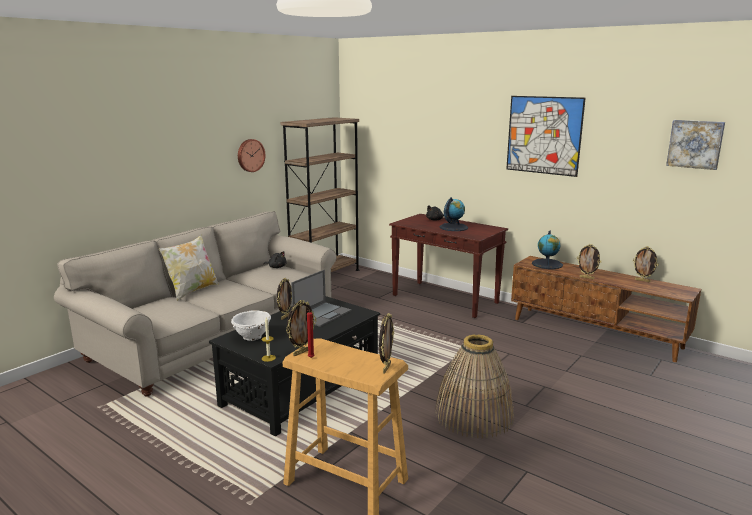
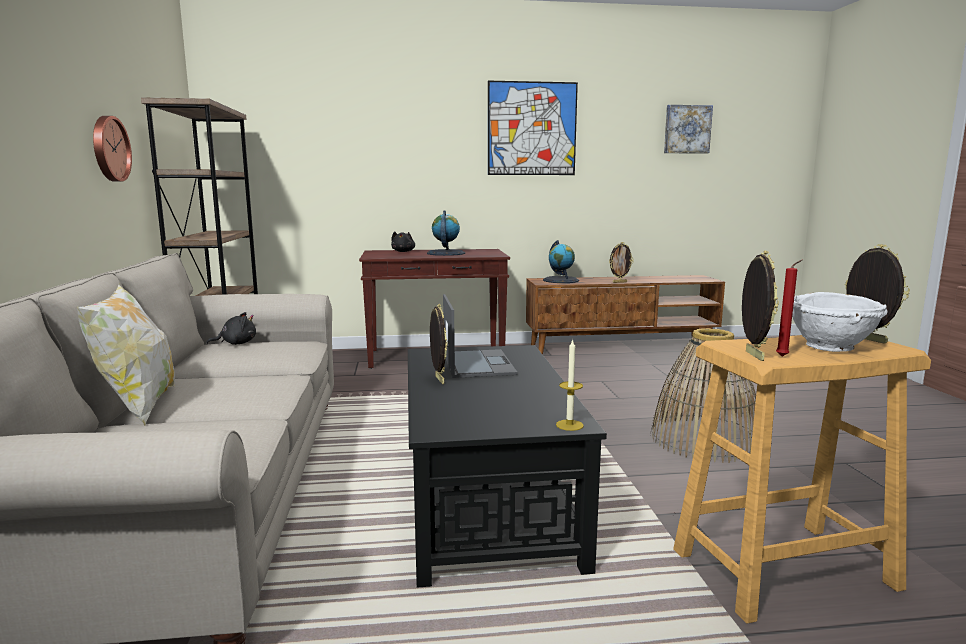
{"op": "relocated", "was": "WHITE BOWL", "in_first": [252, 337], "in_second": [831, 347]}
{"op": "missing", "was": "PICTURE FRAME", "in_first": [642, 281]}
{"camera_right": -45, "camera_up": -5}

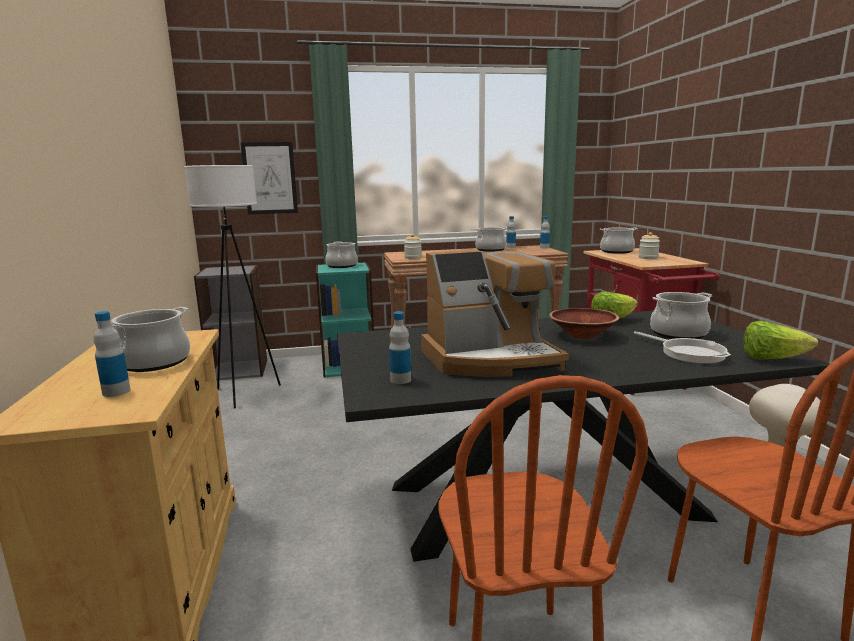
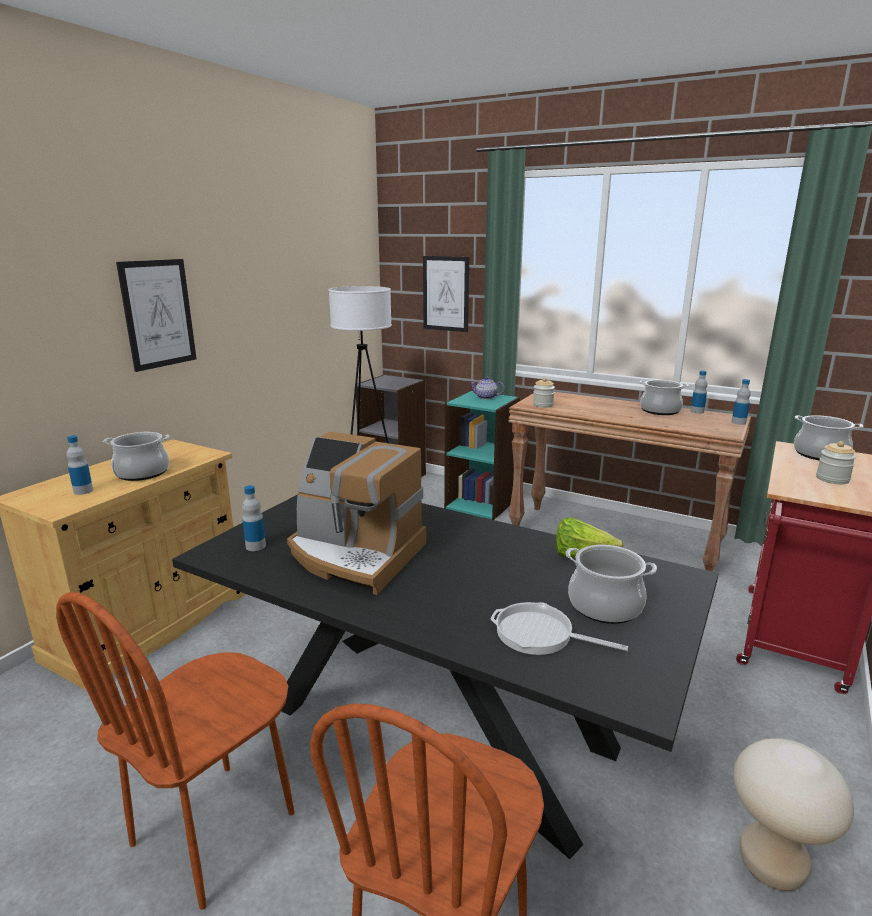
{"op": "appeared", "now": "PICTURE", "in_second": [158, 314]}
{"op": "exchanged", "was": "COOKING POT", "now": "TEAPOT", "in_first": [342, 266], "in_second": [486, 397]}
{"op": "spun", "was": "FRYING PAN", "in_first": [688, 353], "in_second": [539, 635], "clockwise": 105}
{"op": "missing", "was": "BROWN BOWL", "in_first": [582, 335]}
{"op": "missing", "was": "LETTUCE", "in_first": [772, 359]}
{"camera_right": 40, "camera_up": 5}

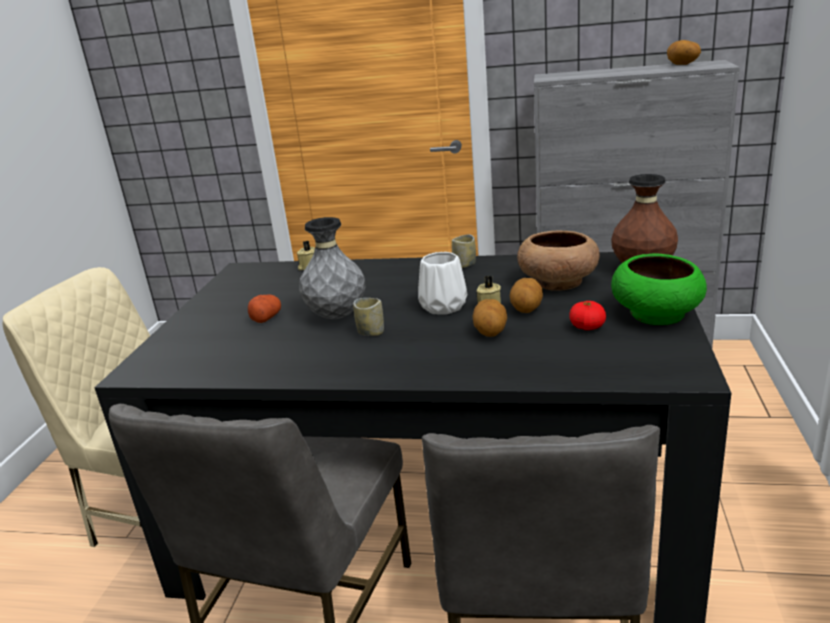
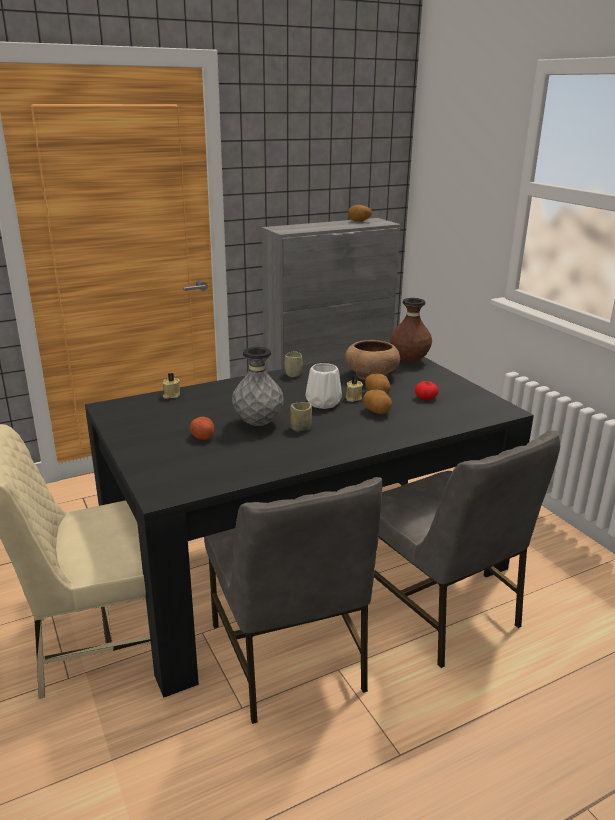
{"op": "missing", "was": "GREEN BOWL", "in_first": [657, 314]}
{"camera_right": -40, "camera_up": 0}

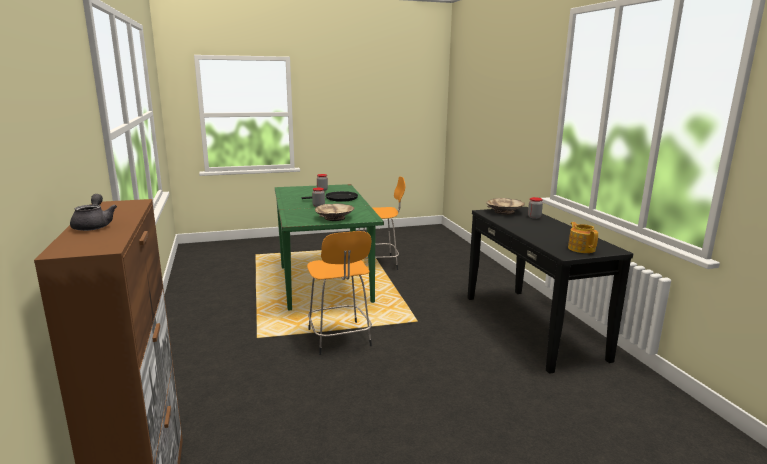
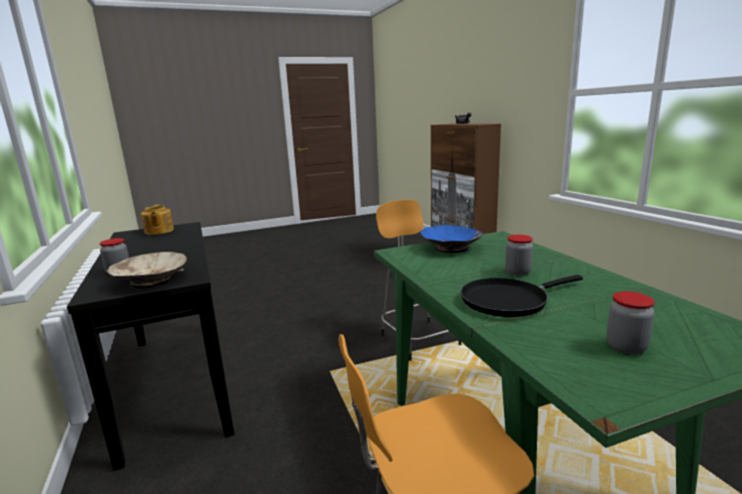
{"op": "colour", "was": "BEIGE BOWL", "now": "BLUE BOWL", "in_first": [334, 218], "in_second": [451, 248]}
{"camera_right": 175, "camera_up": 0}

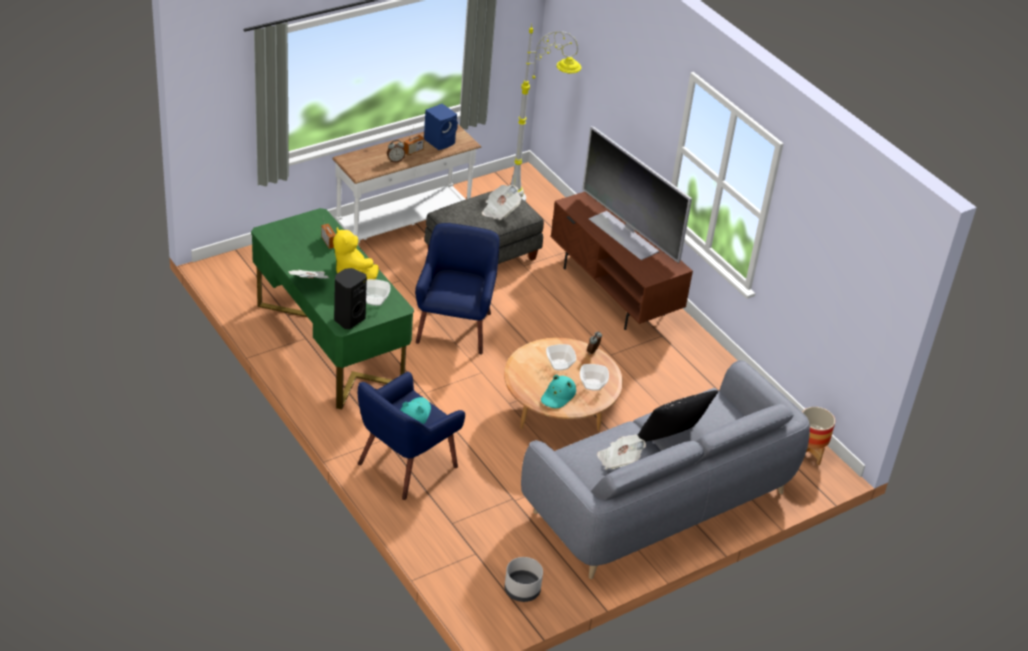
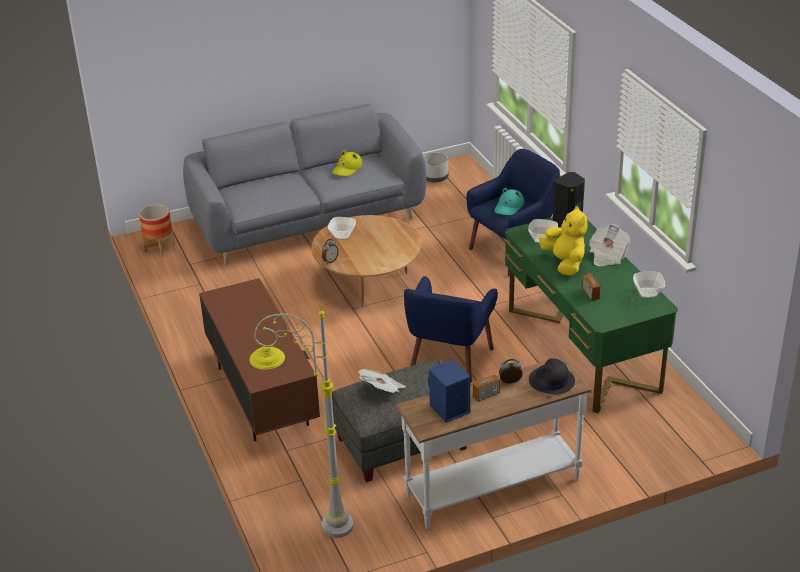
{"op": "exchanged", "was": "NEWSPAPER", "now": "YELLOW HAT", "in_first": [619, 460], "in_second": [347, 168]}
{"op": "appeared", "now": "BLACK HAT", "in_second": [551, 381]}
{"op": "relocated", "was": "BOWL", "in_first": [559, 364], "in_second": [648, 293]}
{"op": "missing", "was": "TURQUOISE HAT", "in_first": [558, 396]}
{"op": "missing", "was": "TELEVISION", "in_first": [624, 234]}
{"op": "missing", "was": "BLACK PILLOW", "in_first": [670, 439]}
{"camera_right": -165, "camera_up": -5}

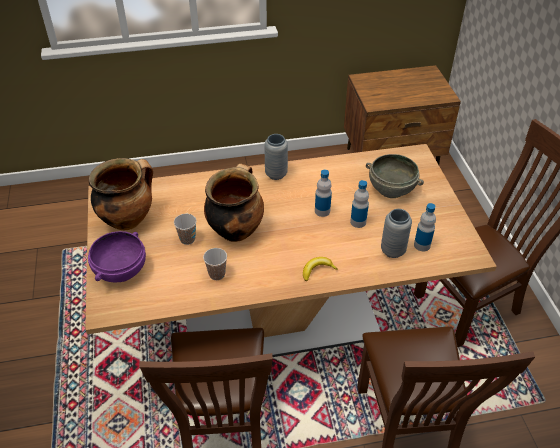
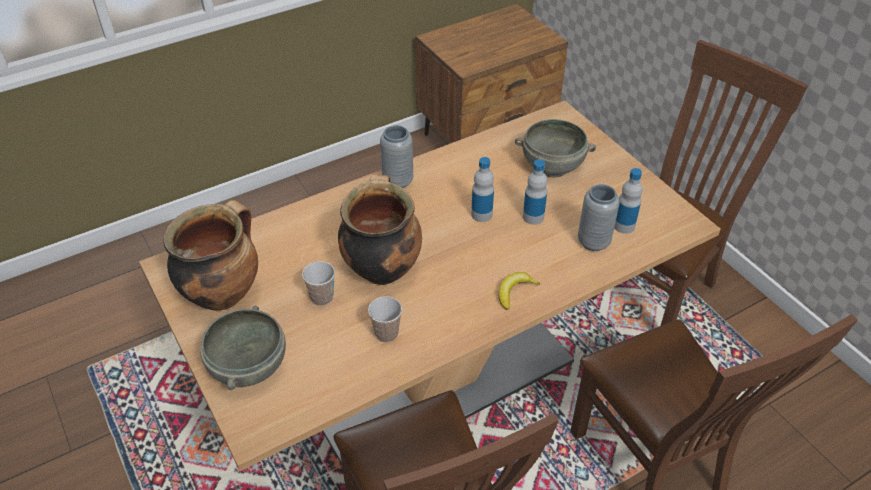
{"op": "colour", "was": "PURPLE BOWL", "now": "GREY BOWL", "in_first": [120, 270], "in_second": [247, 366]}
{"camera_right": -20, "camera_up": 0}

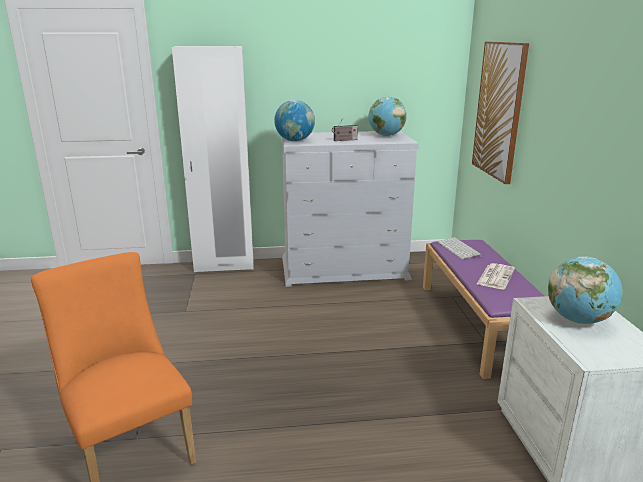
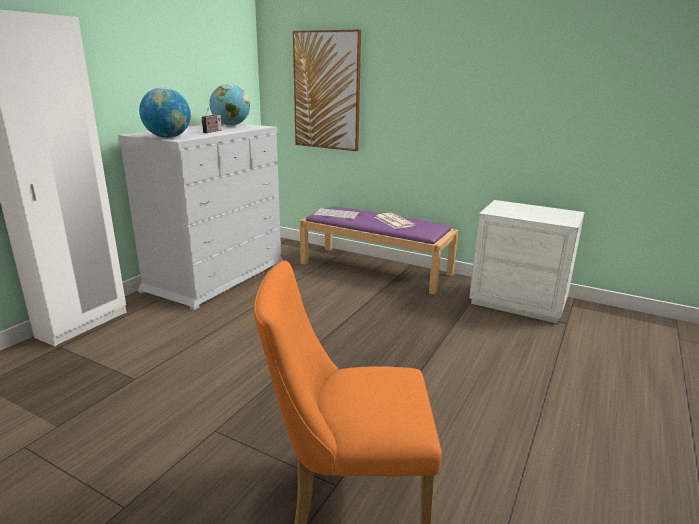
{"op": "missing", "was": "GLOBE", "in_first": [578, 319]}
{"camera_right": -55, "camera_up": 0}

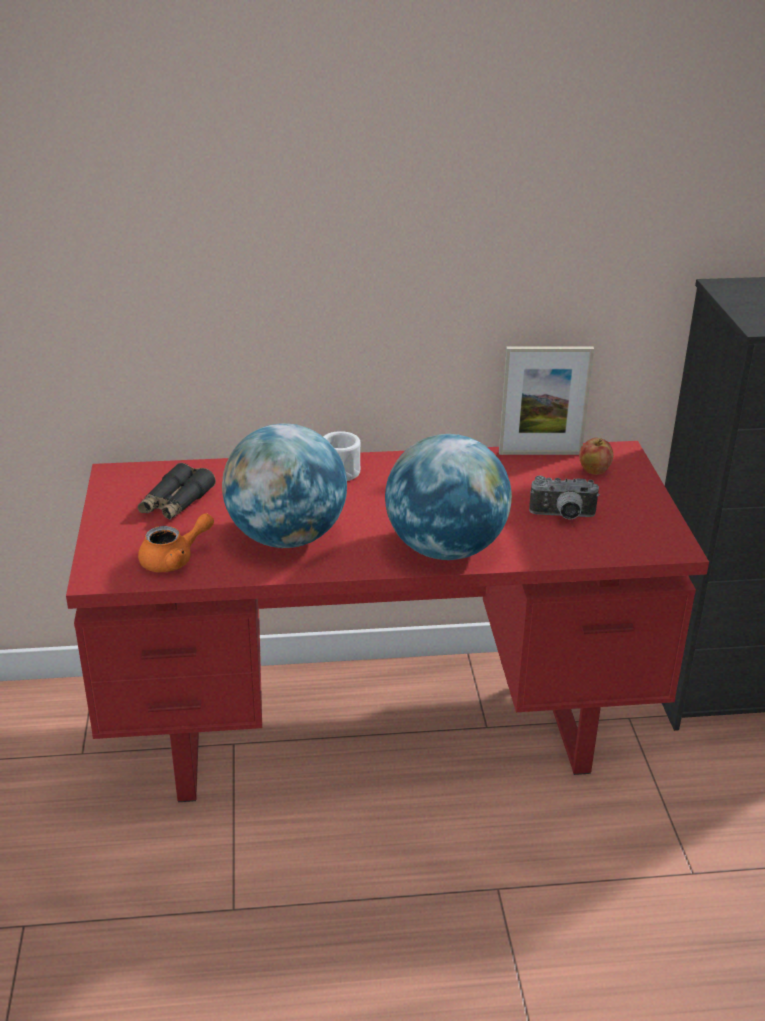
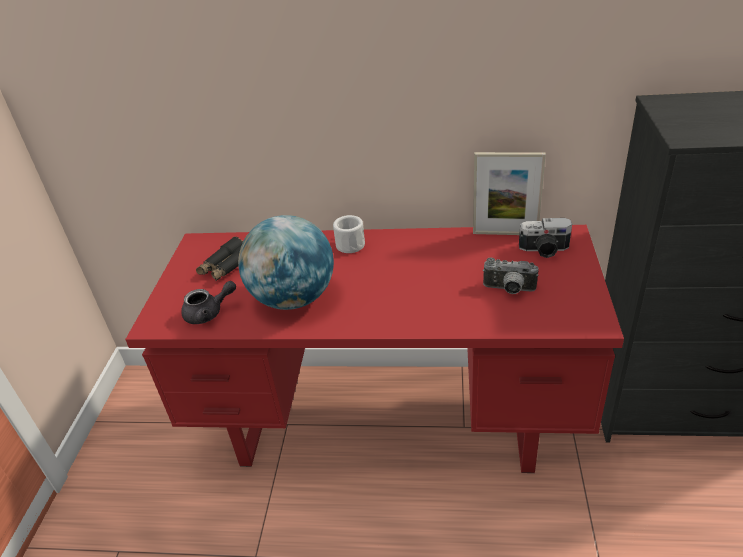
{"op": "colour", "was": "ORANGE TEAPOT", "now": "GREY TEAPOT", "in_first": [174, 559], "in_second": [209, 313]}
{"op": "exchanged", "was": "APPLE", "now": "PHOTO CAMERA", "in_first": [594, 471], "in_second": [544, 250]}
{"op": "missing", "was": "GLOBE", "in_first": [445, 549]}
{"camera_right": 15, "camera_up": 5}

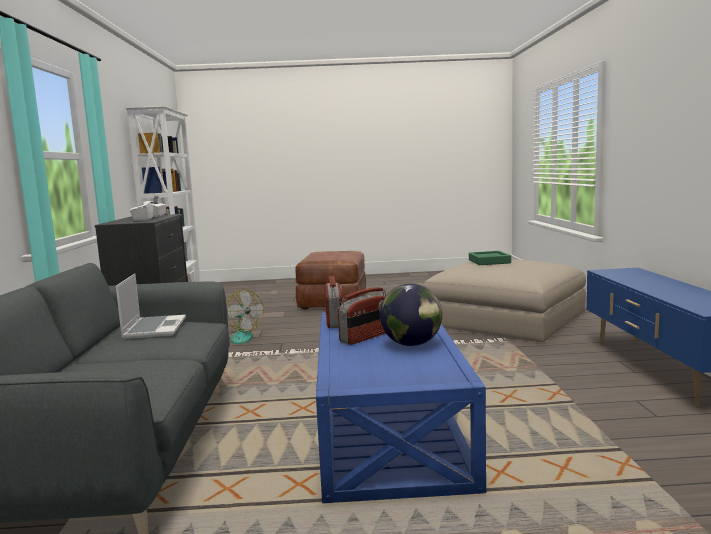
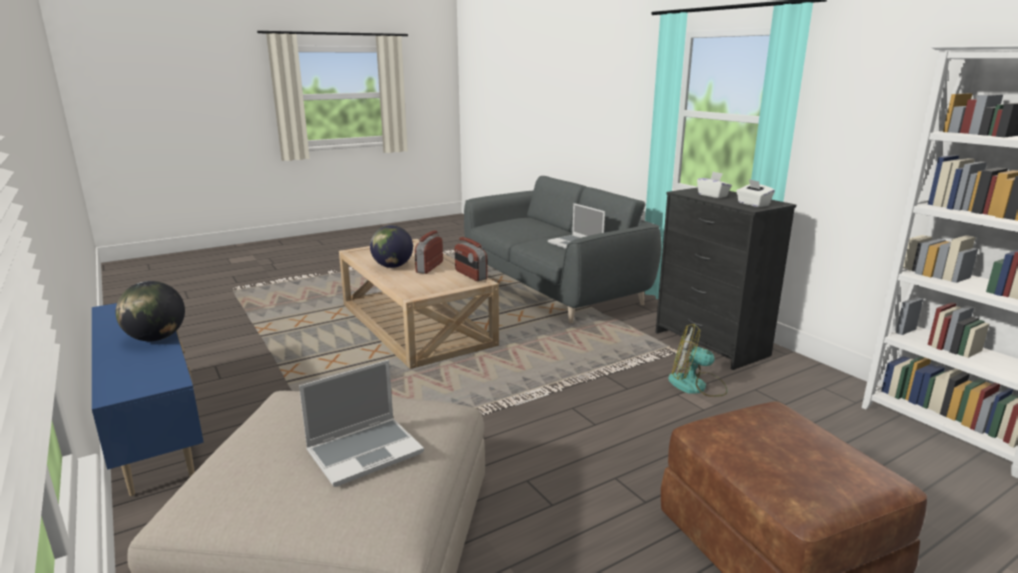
{"op": "appeared", "now": "GLOBE", "in_second": [156, 338]}
{"op": "exchanged", "was": "GREEN TRAY", "now": "LAPTOP", "in_first": [489, 261], "in_second": [366, 451]}
{"op": "colour", "was": "BLUE COFFEE TABLE", "now": "BEIGE COFFEE TABLE", "in_first": [386, 427], "in_second": [416, 324]}
{"camera_right": 150, "camera_up": 10}

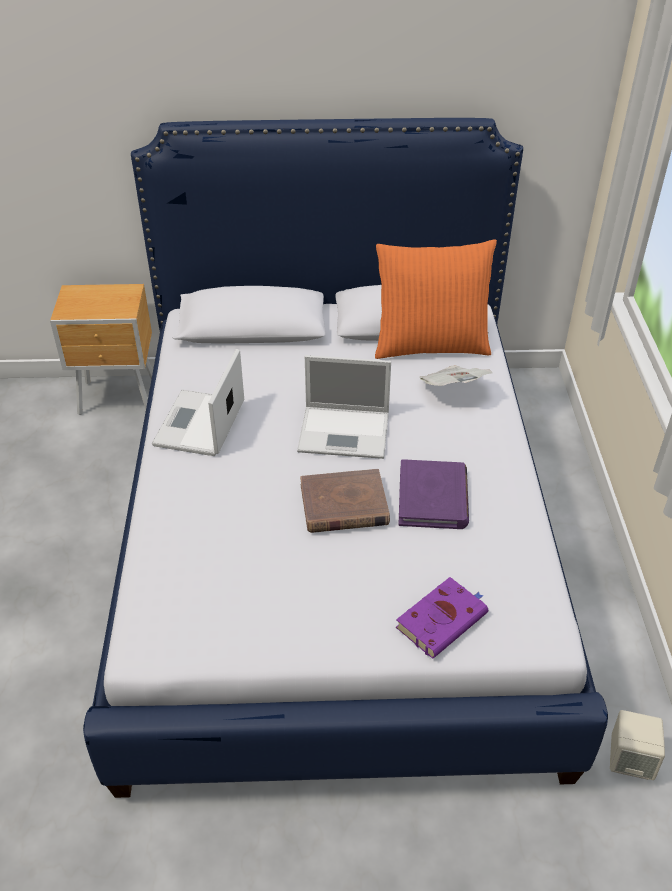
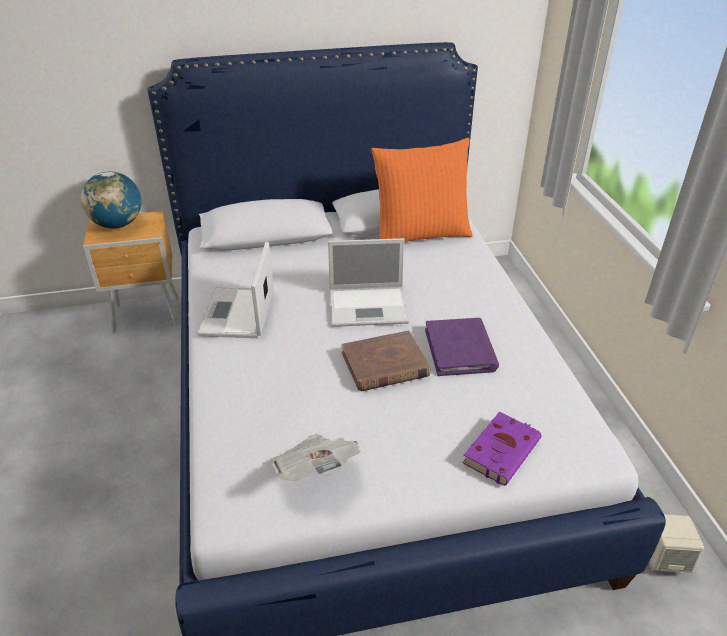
{"op": "appeared", "now": "GLOBE", "in_second": [118, 224]}
{"op": "relocated", "was": "NEWSPAPER", "in_first": [453, 390], "in_second": [316, 471]}
{"camera_right": -10, "camera_up": -5}

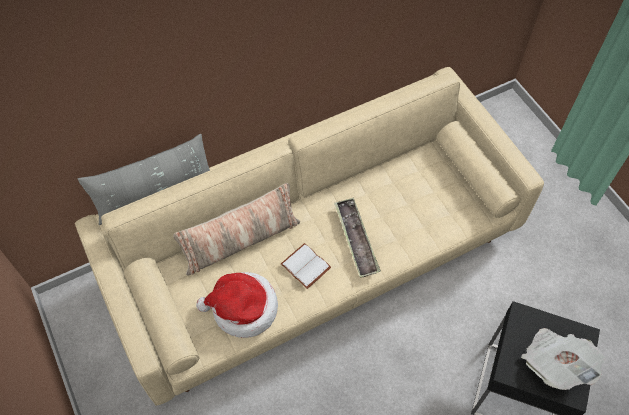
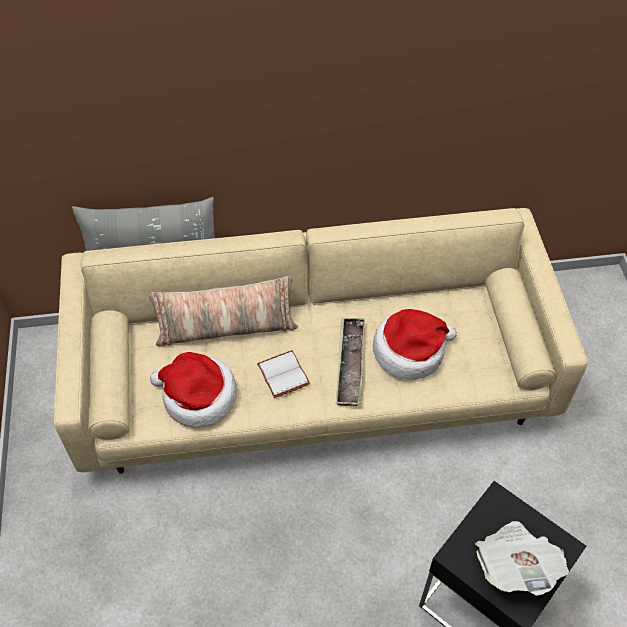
{"op": "appeared", "now": "HAT", "in_second": [410, 351]}
{"camera_right": 20, "camera_up": -5}

